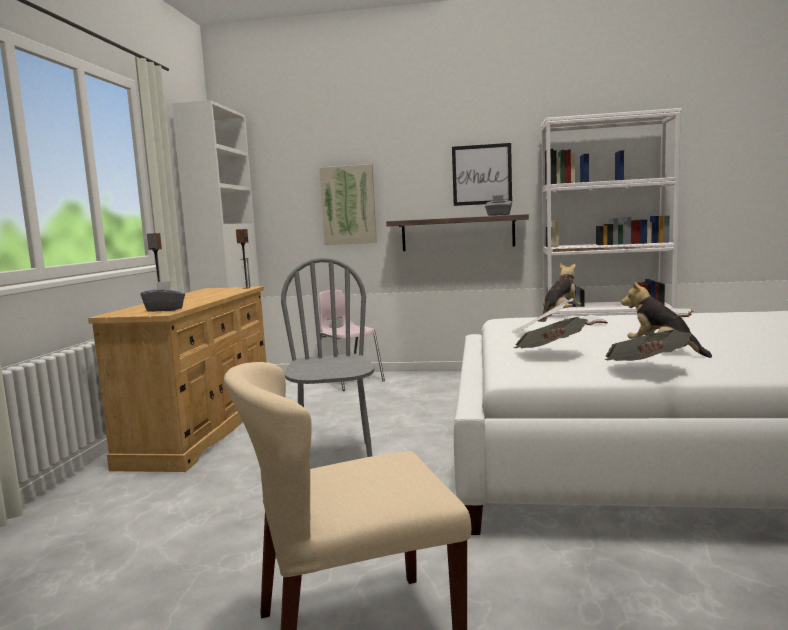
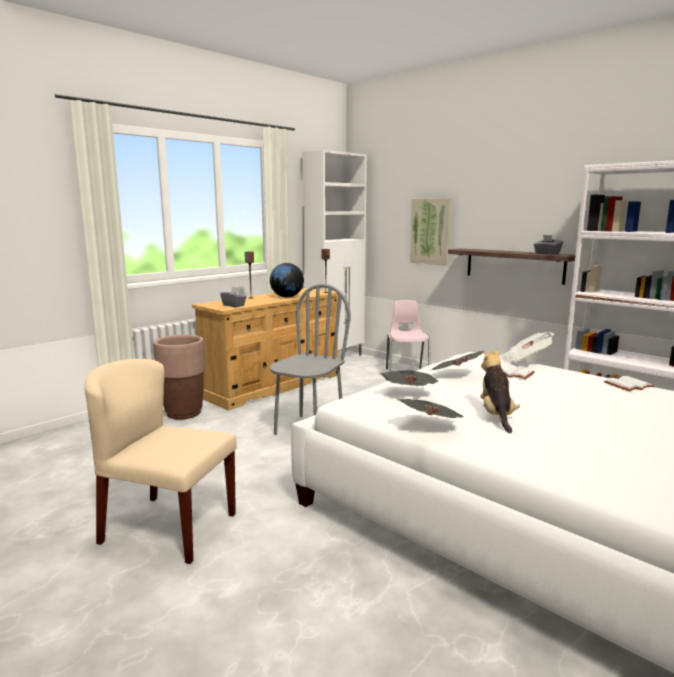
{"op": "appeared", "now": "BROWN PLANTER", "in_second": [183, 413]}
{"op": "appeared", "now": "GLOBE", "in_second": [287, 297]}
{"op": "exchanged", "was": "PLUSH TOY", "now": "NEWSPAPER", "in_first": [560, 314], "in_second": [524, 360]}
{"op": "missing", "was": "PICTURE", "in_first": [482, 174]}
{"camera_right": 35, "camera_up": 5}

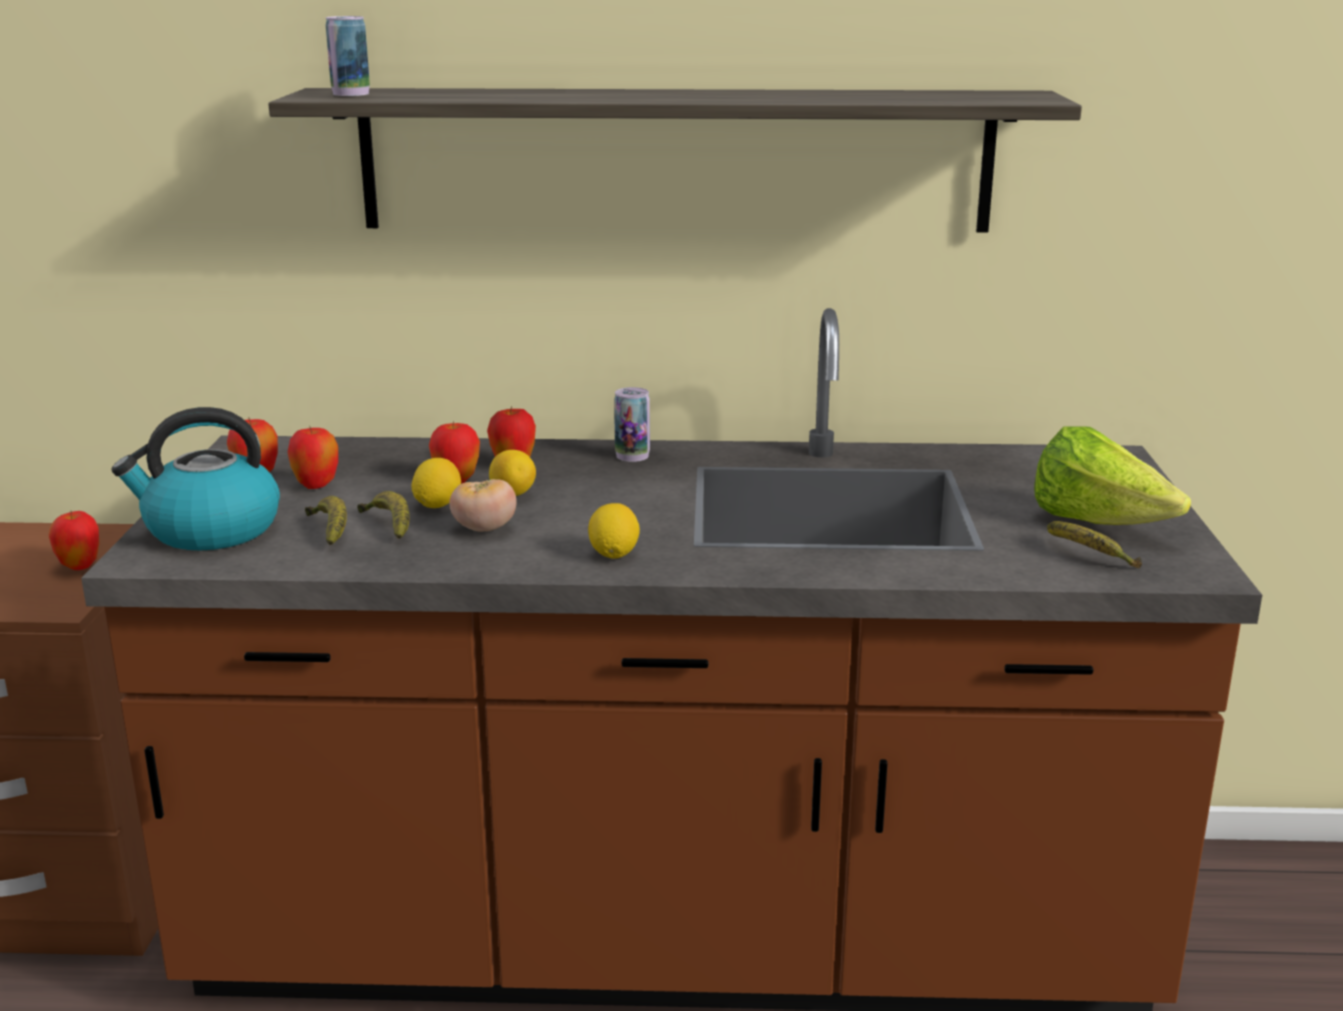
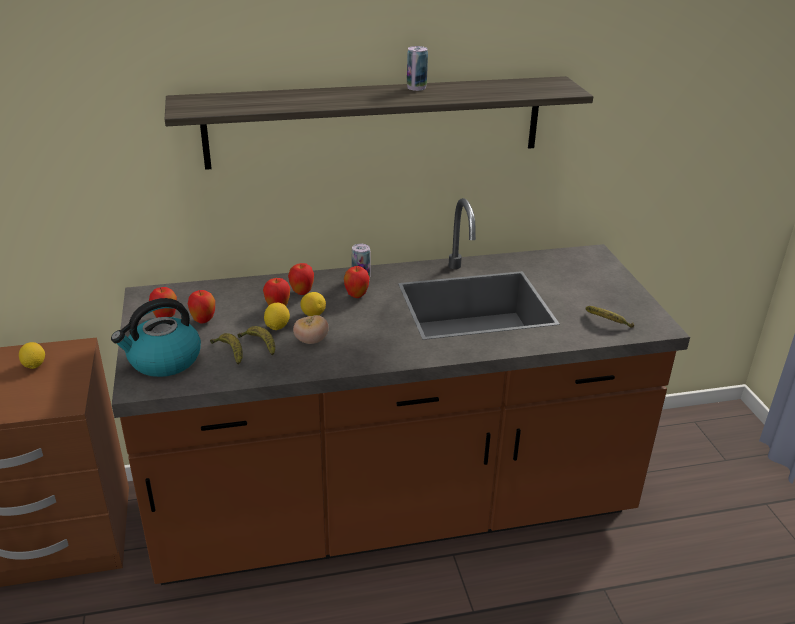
{"op": "relocated", "was": "LEMON", "in_first": [614, 554], "in_second": [34, 365]}
{"op": "relocated", "was": "APPLE", "in_first": [80, 567], "in_second": [356, 296]}
{"op": "relocated", "was": "CAN", "in_first": [351, 94], "in_second": [416, 87]}
{"op": "missing", "was": "LETTUCE", "in_first": [1097, 523]}
{"camera_right": -15, "camera_up": 10}

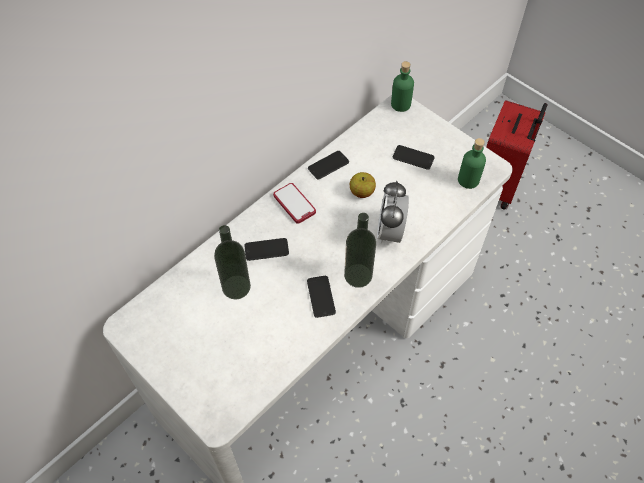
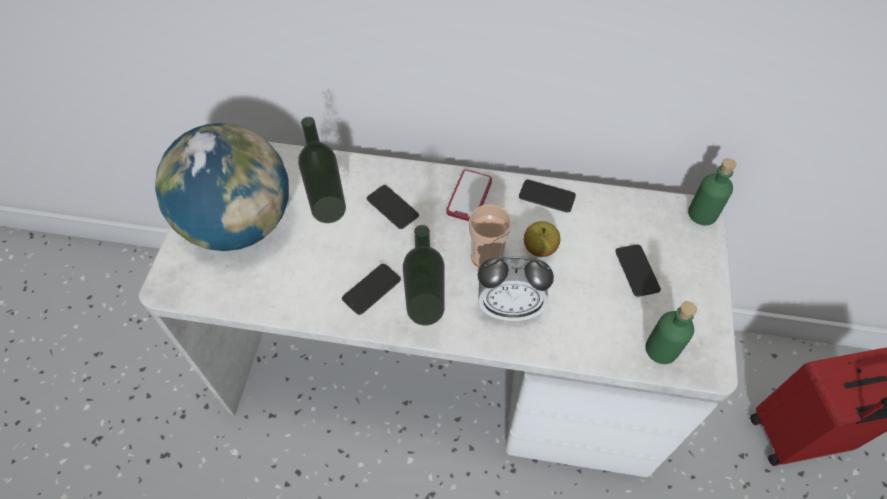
{"op": "appeared", "now": "GLOBE", "in_second": [240, 223]}
{"op": "appeared", "now": "CUP", "in_second": [486, 256]}
{"op": "spun", "was": "ALARM CLOCK", "in_first": [390, 232], "in_second": [509, 307], "clockwise": -150}
{"camera_right": 55, "camera_up": 0}

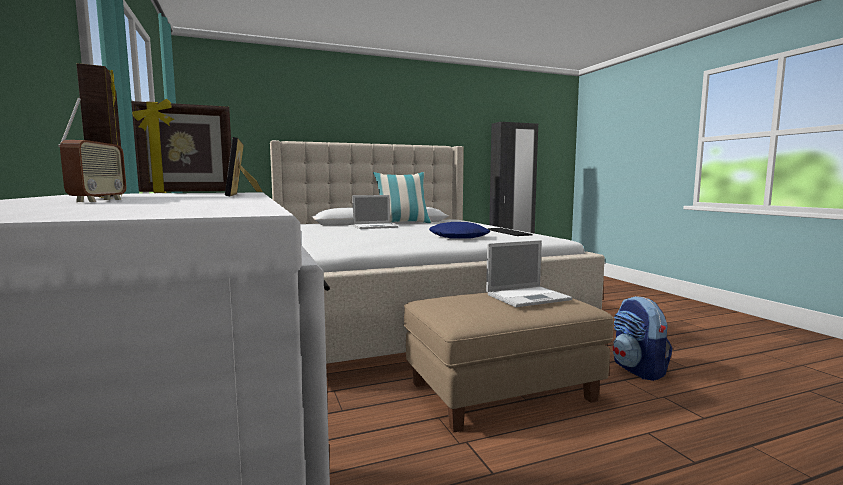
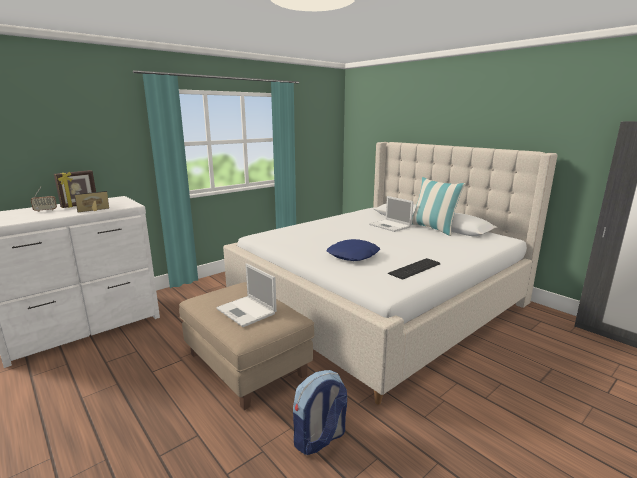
{"op": "missing", "was": "PICTURE FRAME", "in_first": [188, 192]}
{"camera_right": 70, "camera_up": 10}

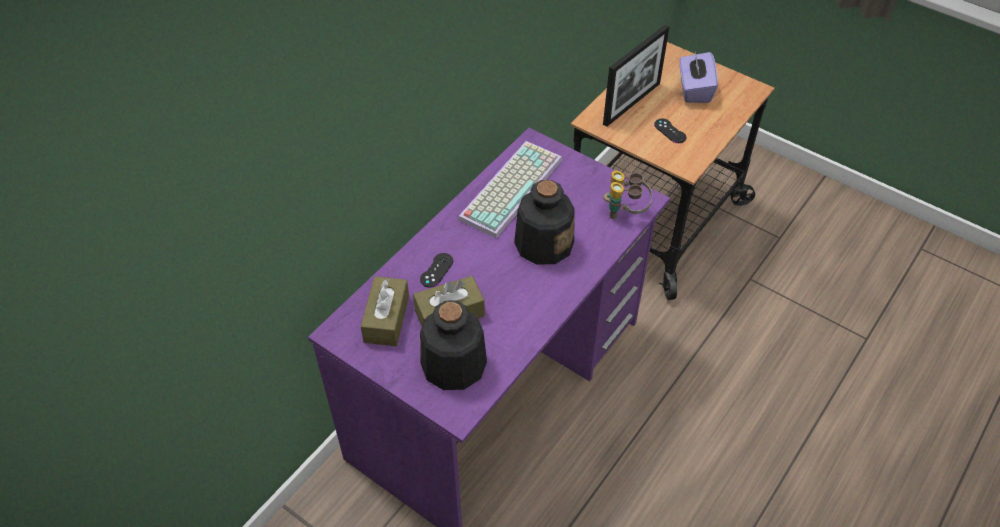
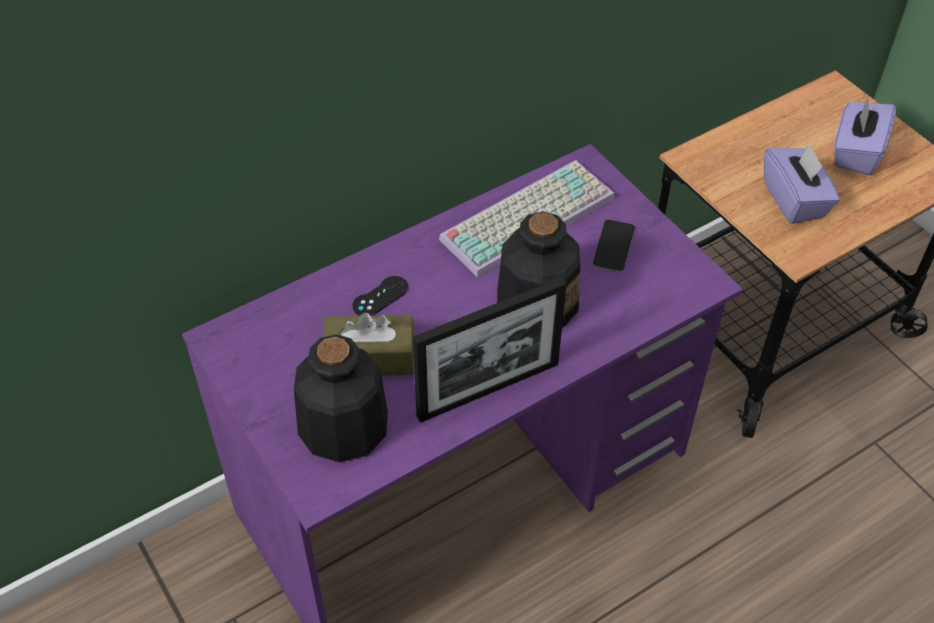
{"op": "relocated", "was": "PICTURE FRAME", "in_first": [631, 103], "in_second": [488, 390]}
{"op": "appeared", "now": "PHONE", "in_second": [613, 246]}
{"op": "exchanged", "was": "BLACK GAME CONTROLLER", "now": "PURPLE TISSUE BOX", "in_first": [670, 131], "in_second": [794, 200]}
{"op": "missing", "was": "BROWN TISSUE BOX", "in_first": [386, 319]}
{"op": "missing", "was": "BINOCULARS", "in_first": [625, 212]}
{"camera_right": 20, "camera_up": 0}

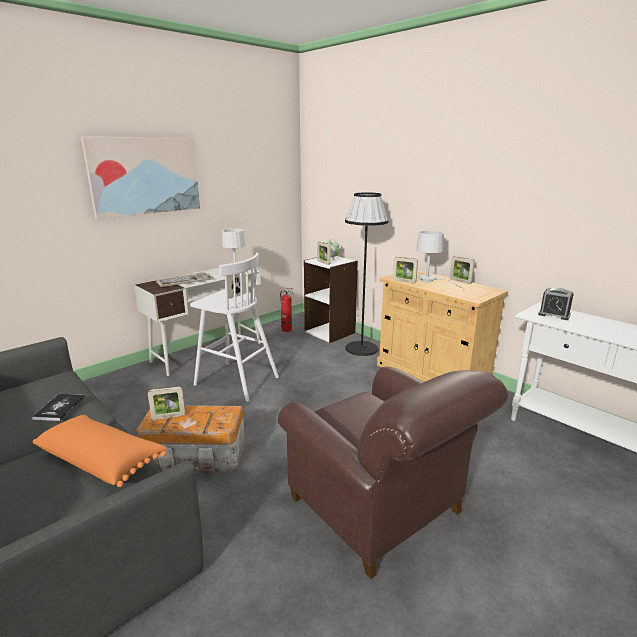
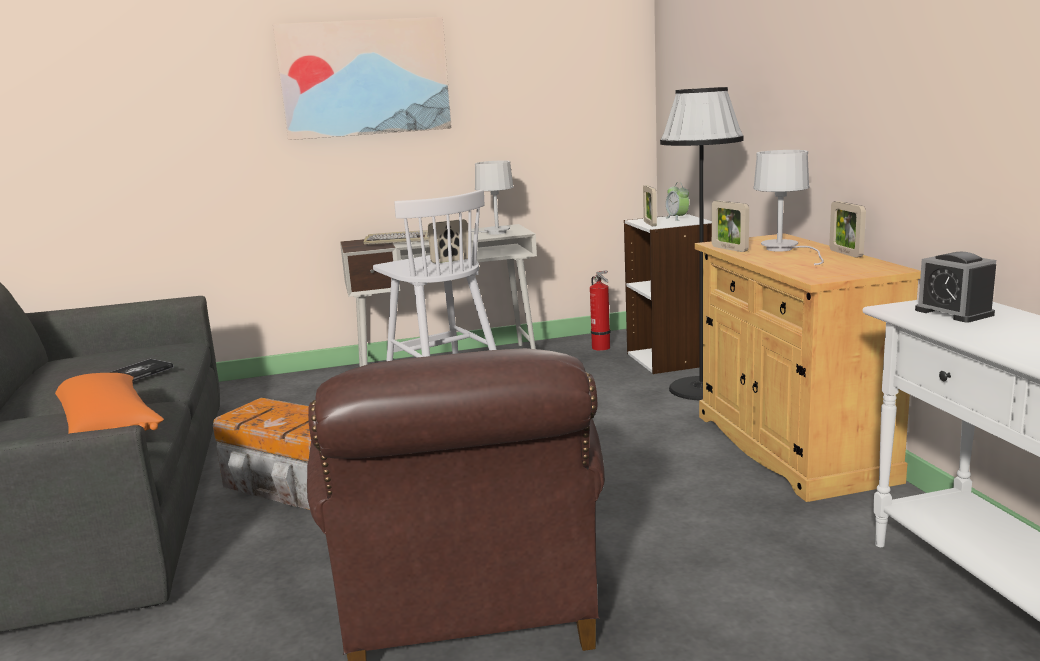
{"op": "missing", "was": "PICTURE FRAME", "in_first": [168, 416]}
{"camera_right": 30, "camera_up": -5}

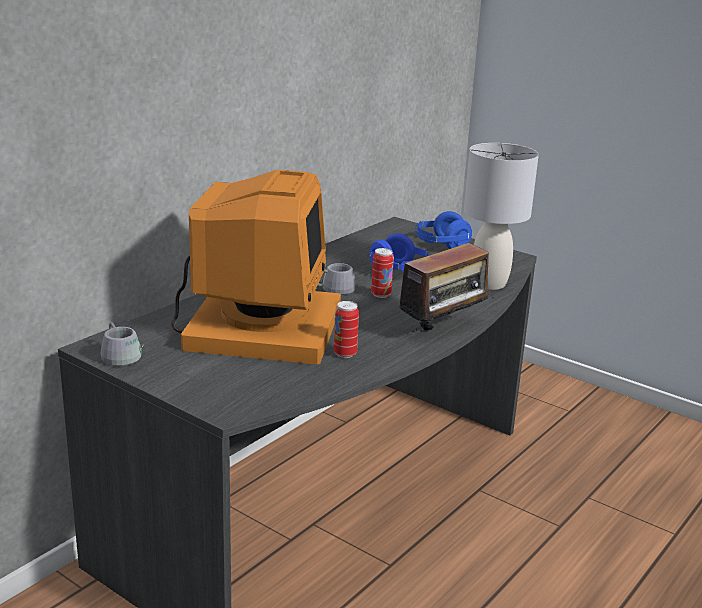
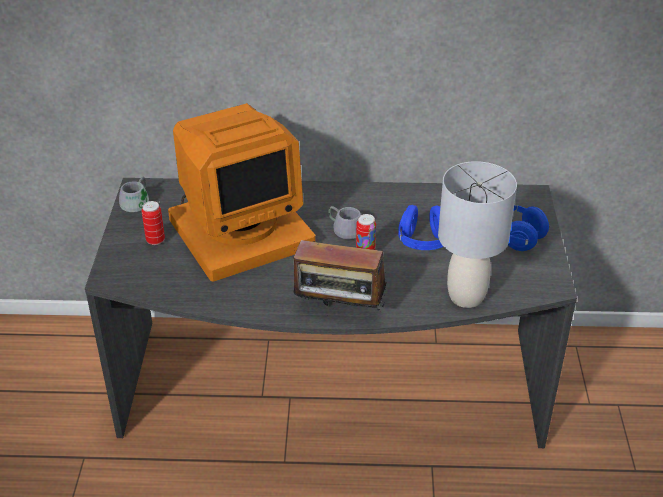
{"op": "relocated", "was": "CAN", "in_first": [345, 353], "in_second": [155, 240]}
{"camera_right": 55, "camera_up": 15}

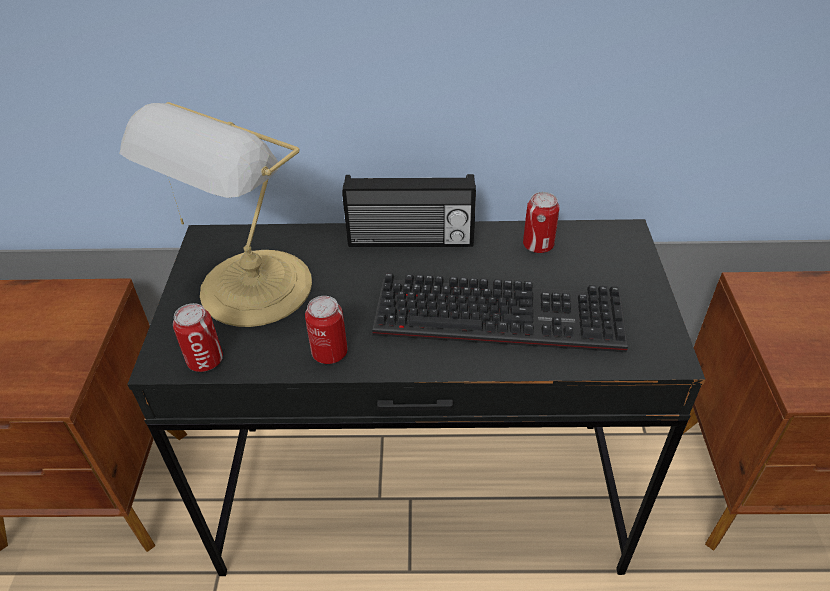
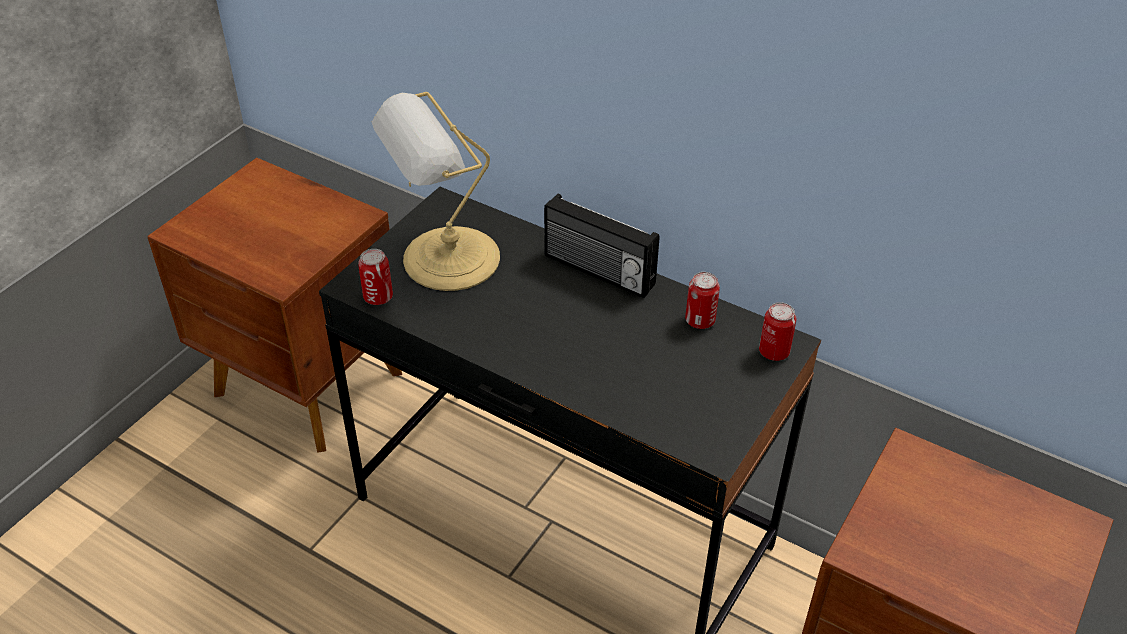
{"op": "relocated", "was": "CAN", "in_first": [329, 353], "in_second": [774, 352]}
{"op": "missing", "was": "KEYBOARD", "in_first": [502, 314]}
{"camera_right": 30, "camera_up": 0}

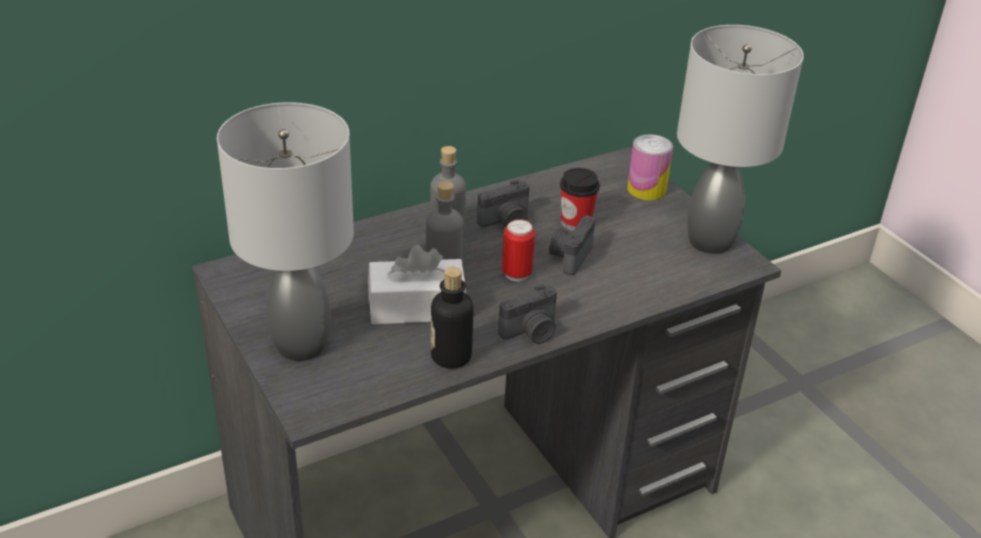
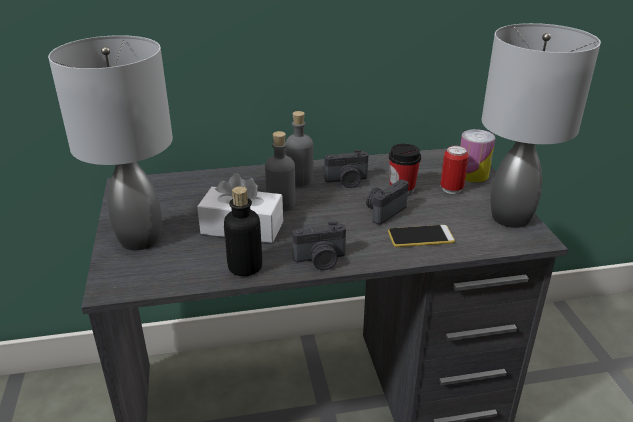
{"op": "appeared", "now": "PHONE", "in_second": [420, 237]}
{"op": "relocated", "was": "CAN", "in_first": [516, 274], "in_second": [451, 189]}
{"camera_right": 20, "camera_up": -5}

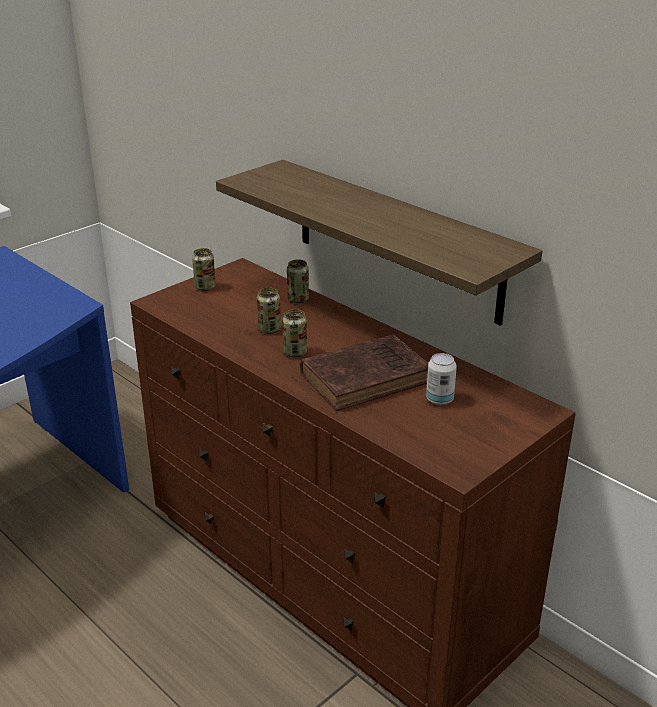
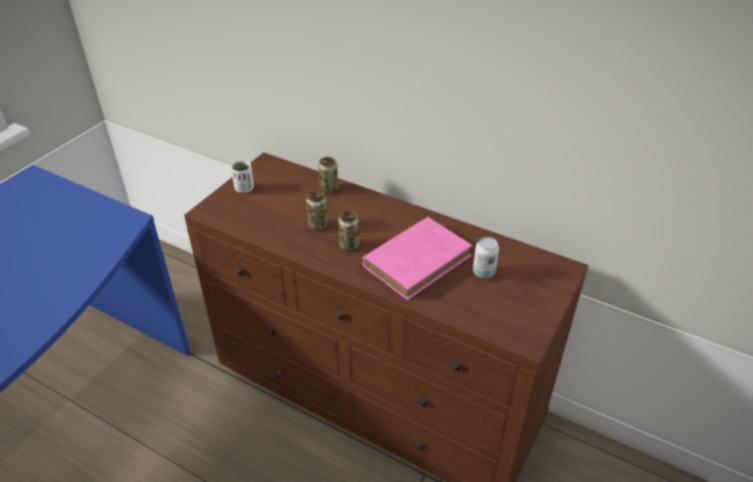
{"op": "exchanged", "was": "CAN", "now": "WHITE CUP", "in_first": [205, 287], "in_second": [244, 188]}
{"op": "colour", "was": "BROWN BOOK", "now": "PINK BOOK", "in_first": [368, 377], "in_second": [419, 260]}
{"op": "missing", "was": "SHELF", "in_first": [396, 240]}
{"camera_right": -15, "camera_up": 10}

